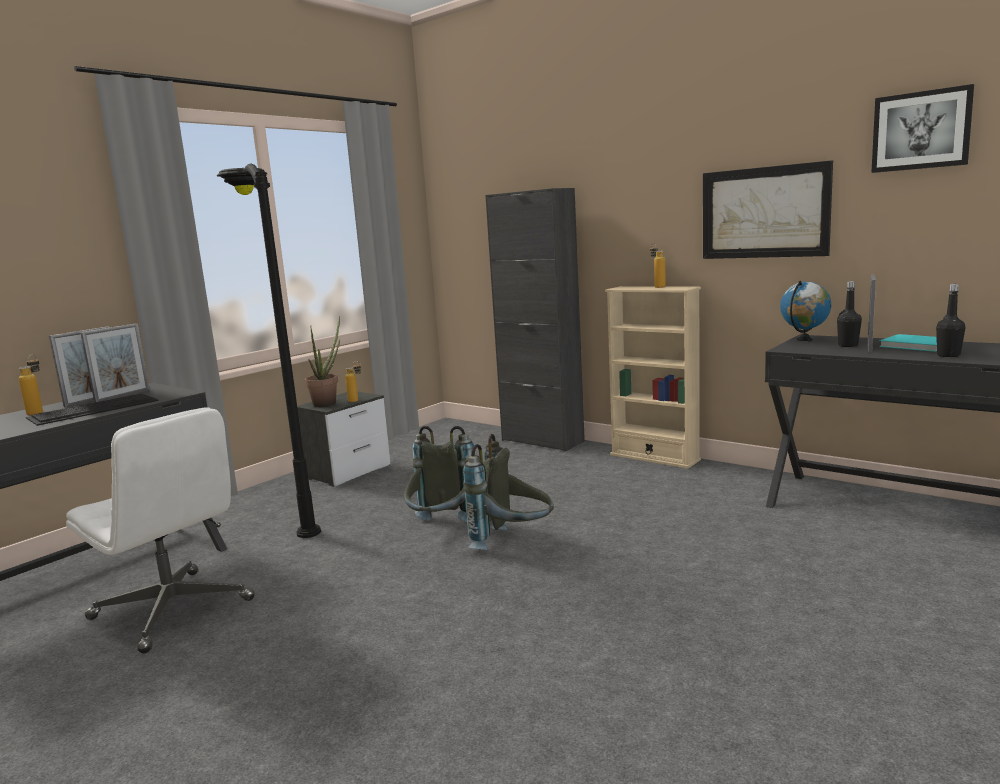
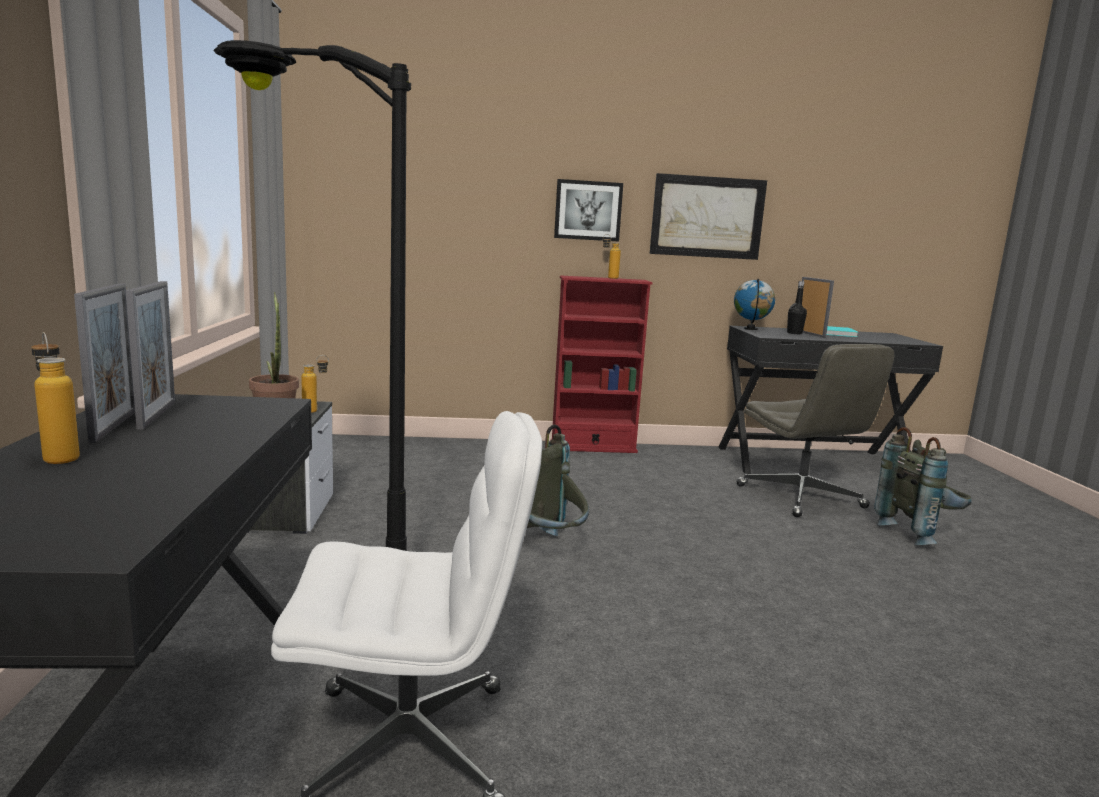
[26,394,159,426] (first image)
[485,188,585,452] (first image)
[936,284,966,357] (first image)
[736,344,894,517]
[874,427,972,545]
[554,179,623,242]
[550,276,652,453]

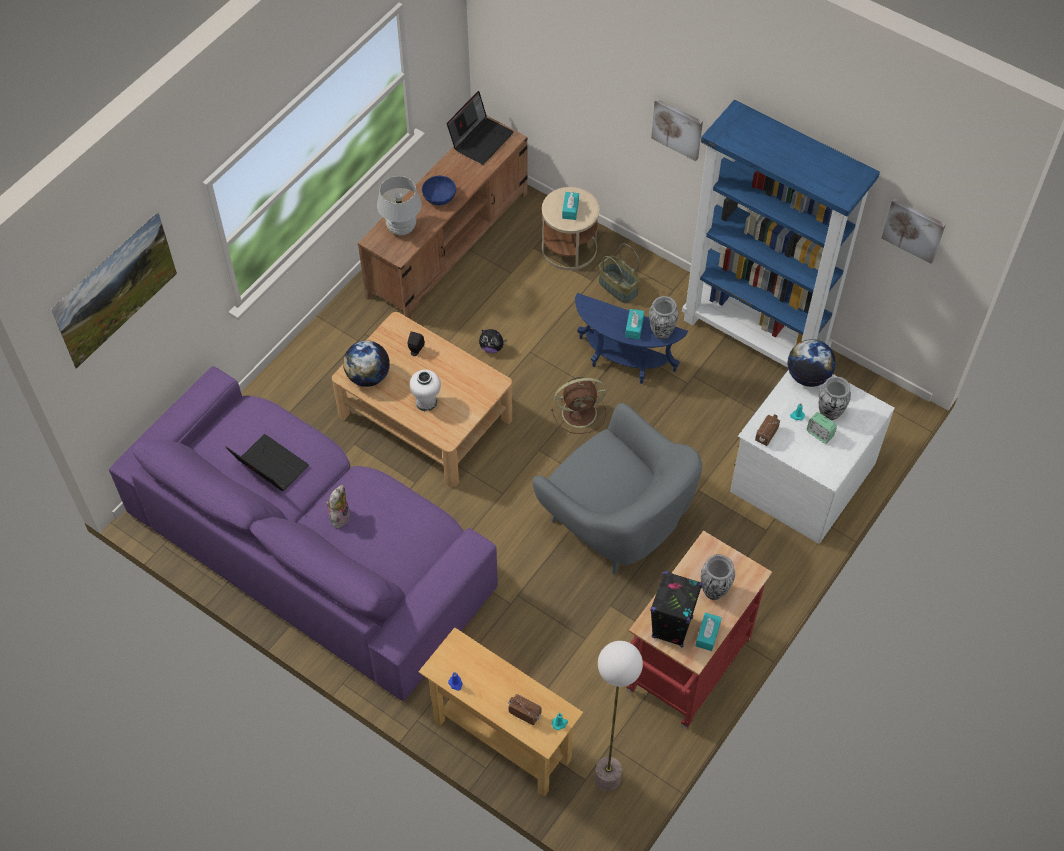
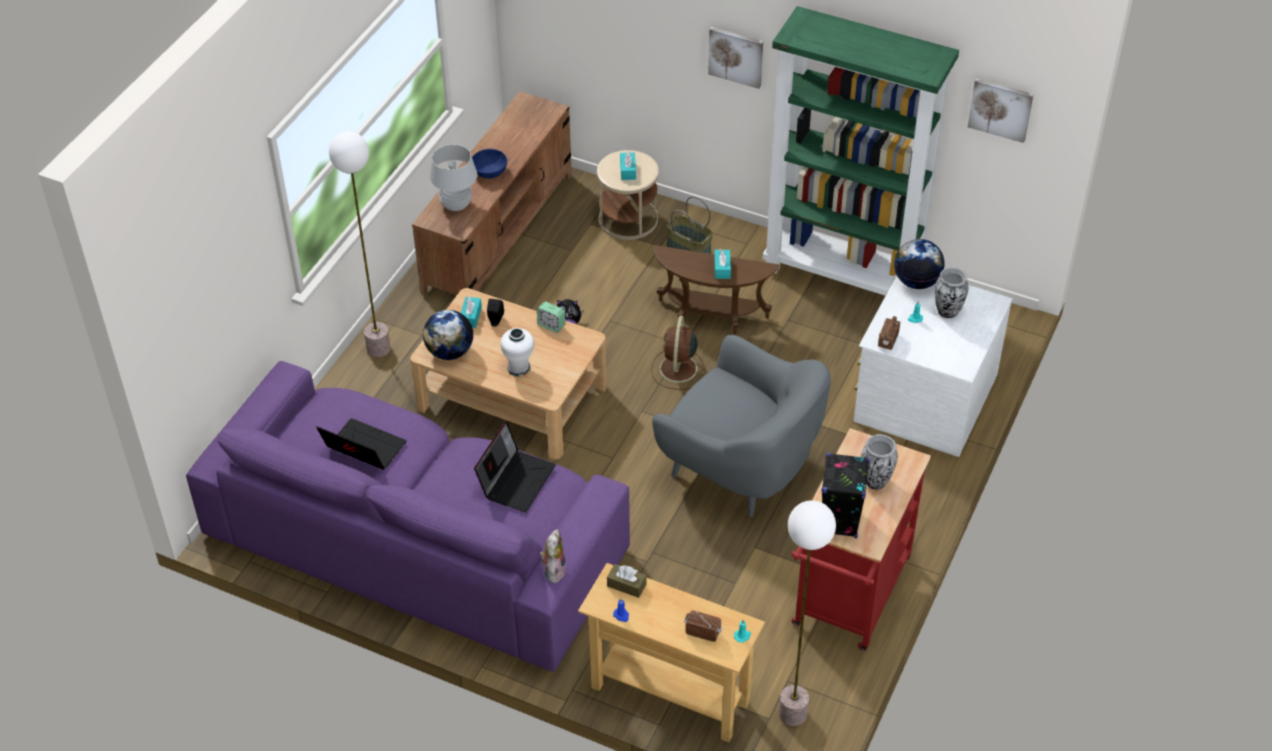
[51,212,177,369] (first image)
[649,296,678,340] (first image)
[329,131,391,357]
[607,564,646,598]
[540,529,566,583]
[474,421,556,512]
[461,297,482,328]
[537,301,565,333]
[653,245,779,334]
[763,6,959,296]
[651,316,706,390]

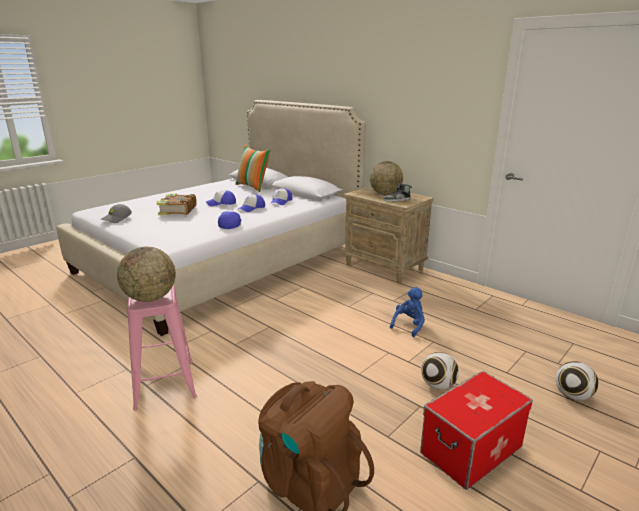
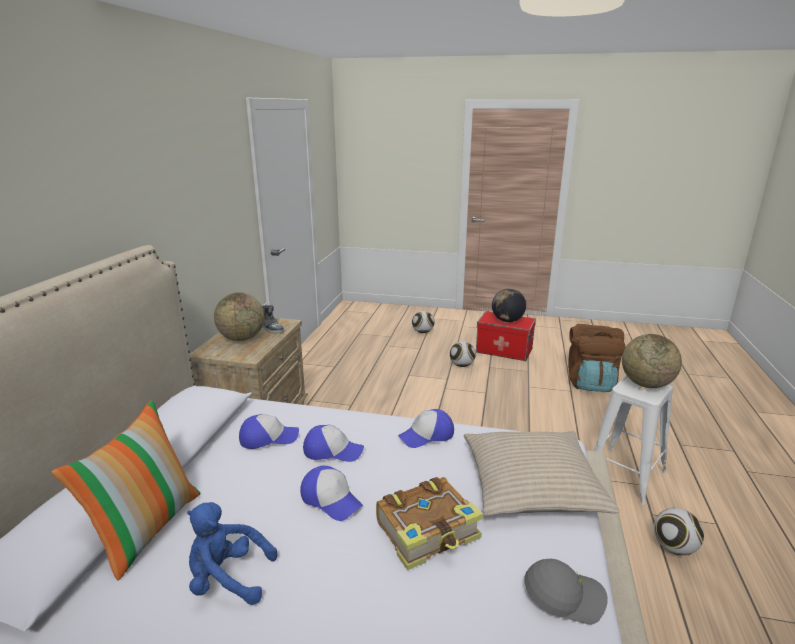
[464,431,620,516]
[492,288,526,322]
[654,508,704,555]
[187,502,278,605]
[594,375,673,505]

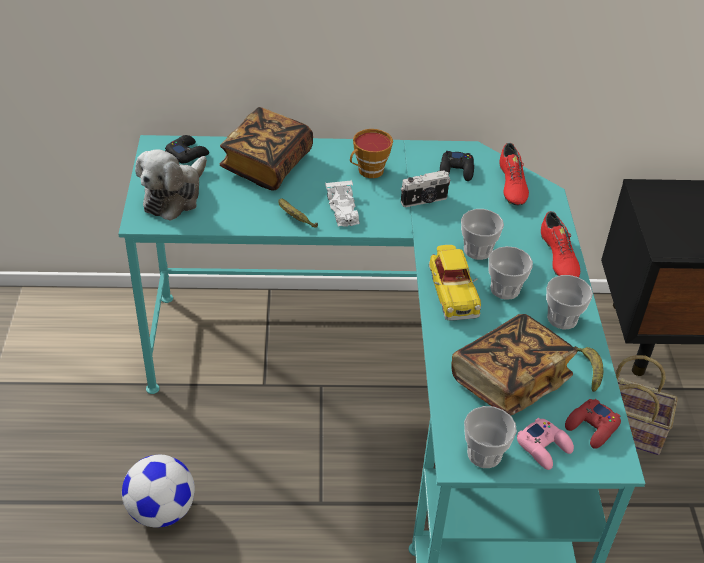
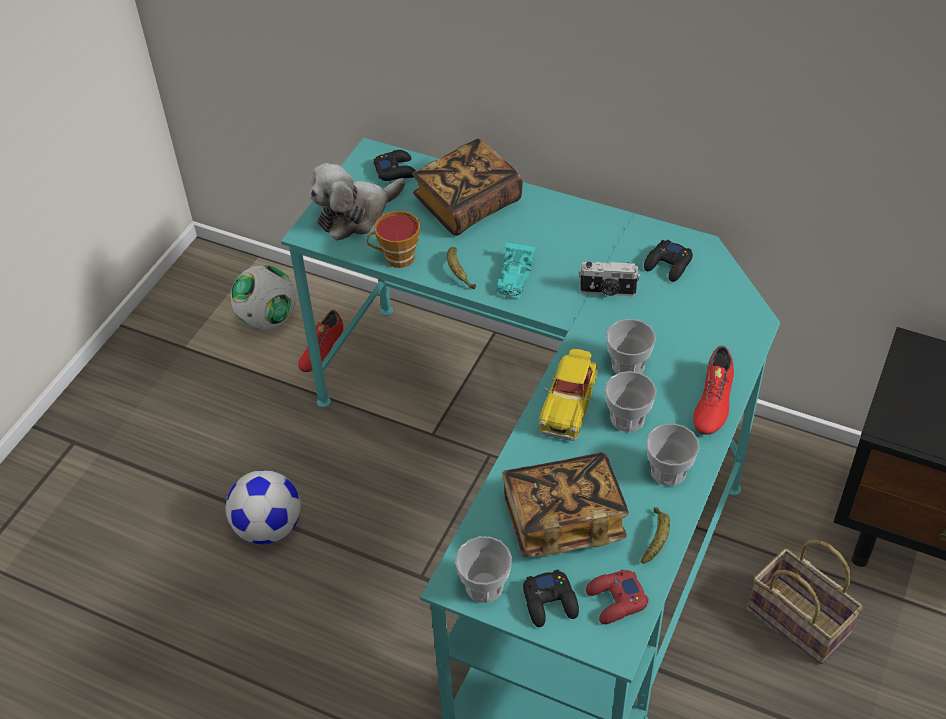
[231,265,296,330]
[367,211,420,268]
[298,310,343,372]
[496,241,536,298]
[523,569,579,627]

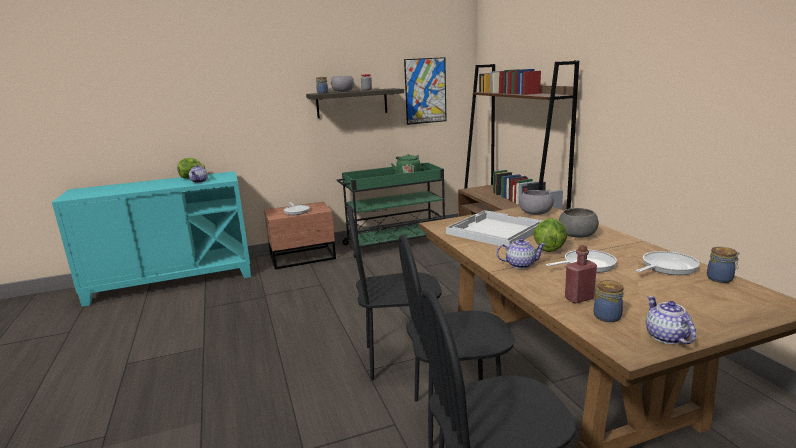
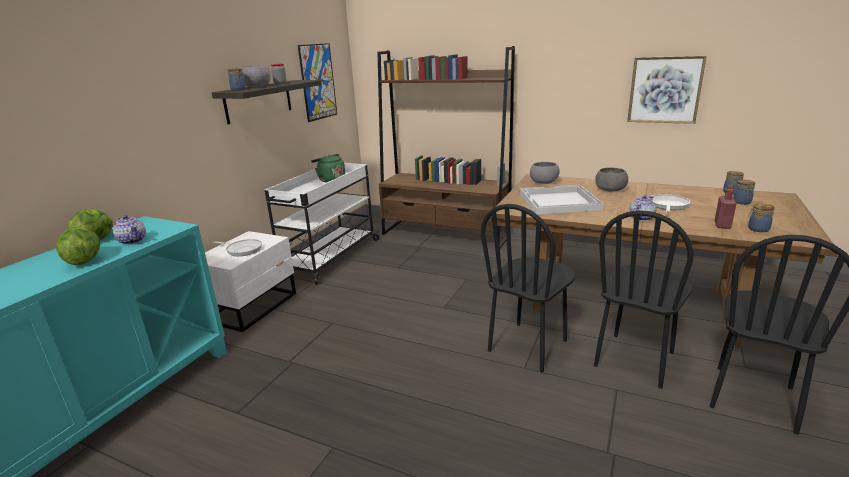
[636,251,700,275] (first image)
[646,296,696,344] (first image)
[627,56,707,124]
[733,180,755,205]
[56,227,100,265]
[205,231,296,332]
[265,163,380,285]

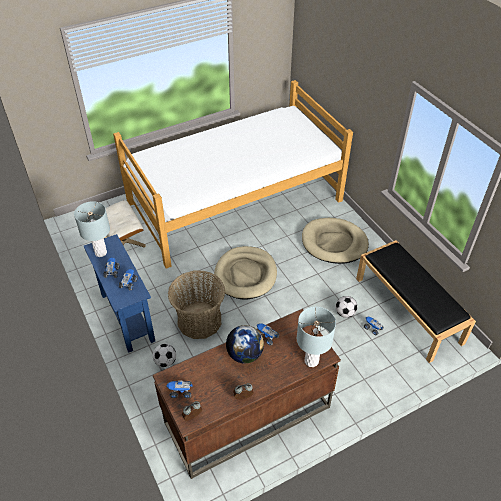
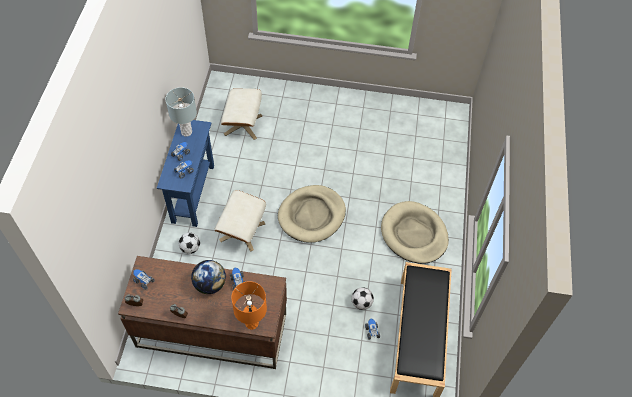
[113,80,353,269] (first image)
[215,190,266,252]
[231,281,267,330]

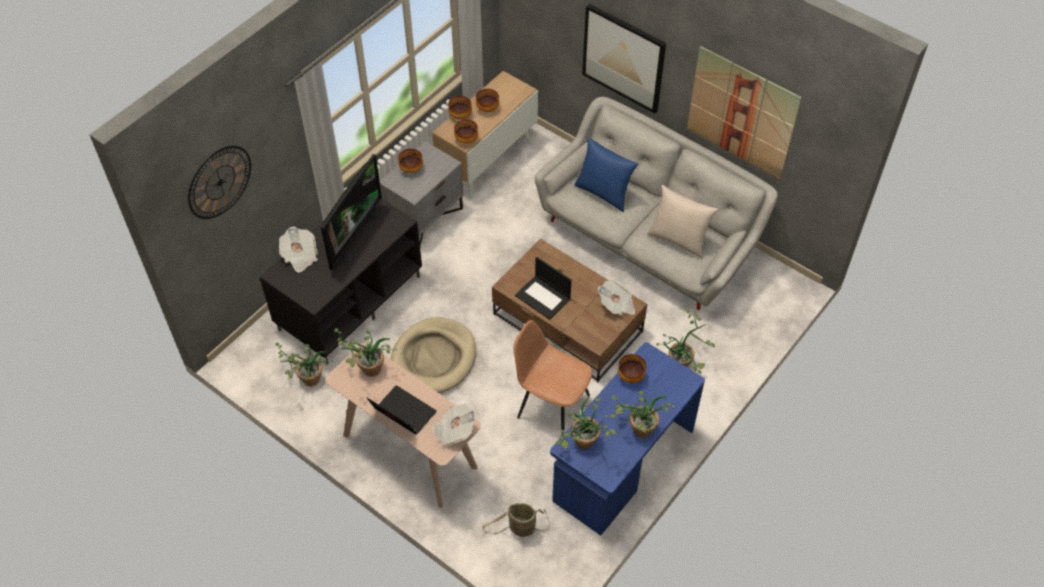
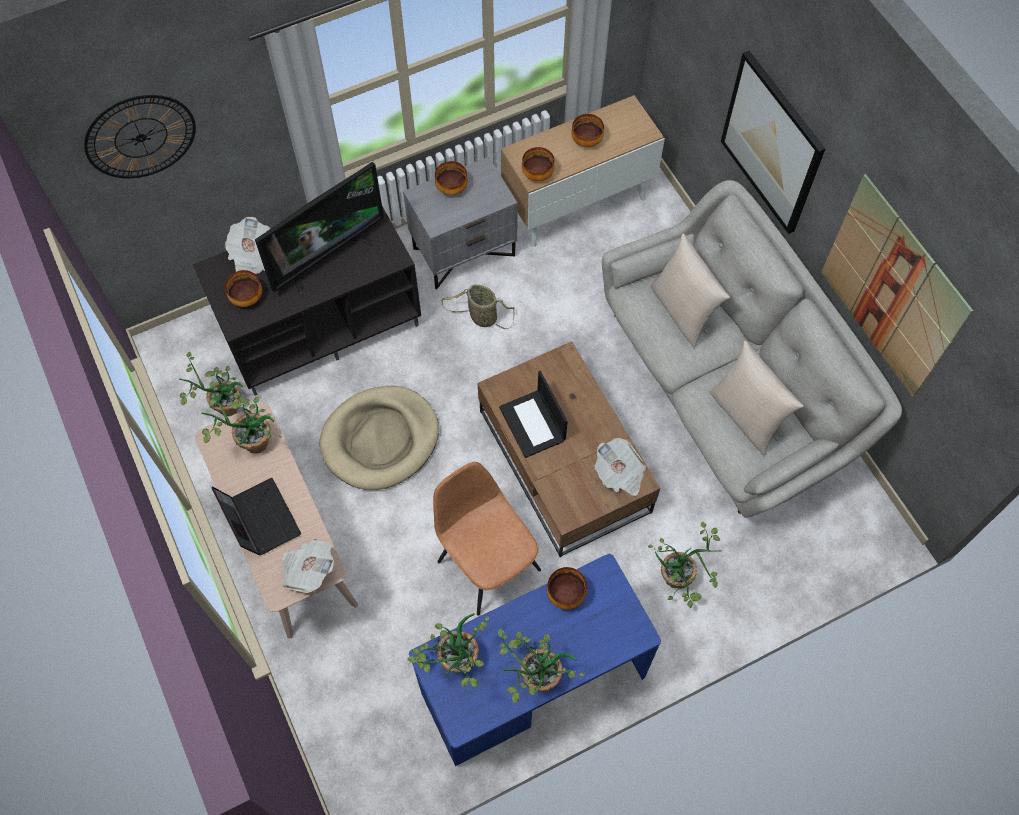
[225,270,262,307]
[442,284,514,329]
[650,233,730,348]

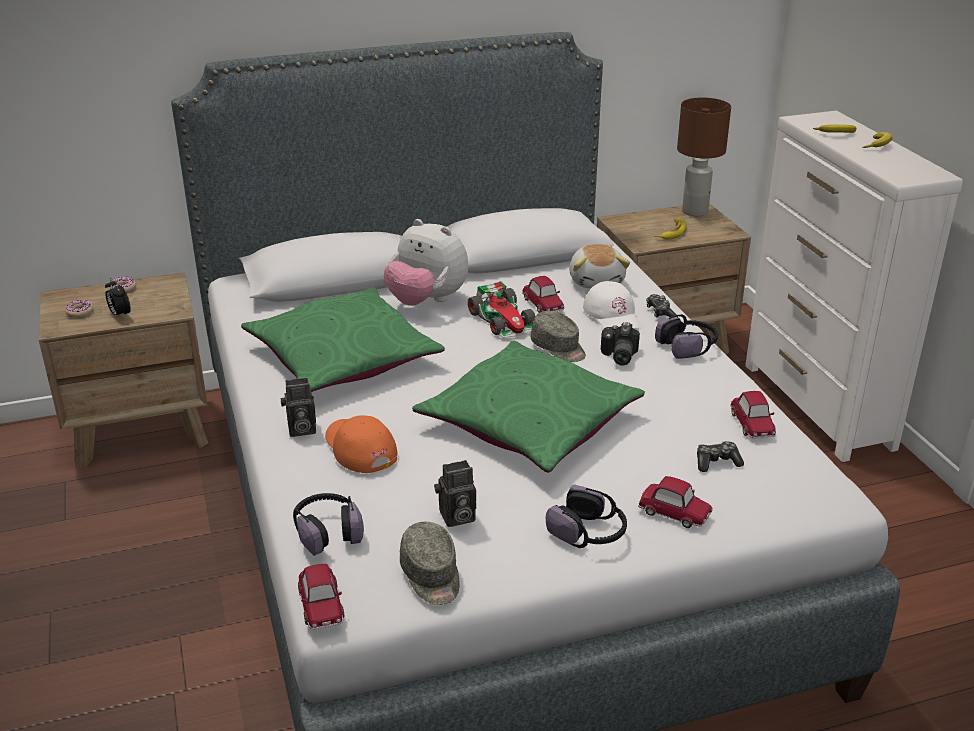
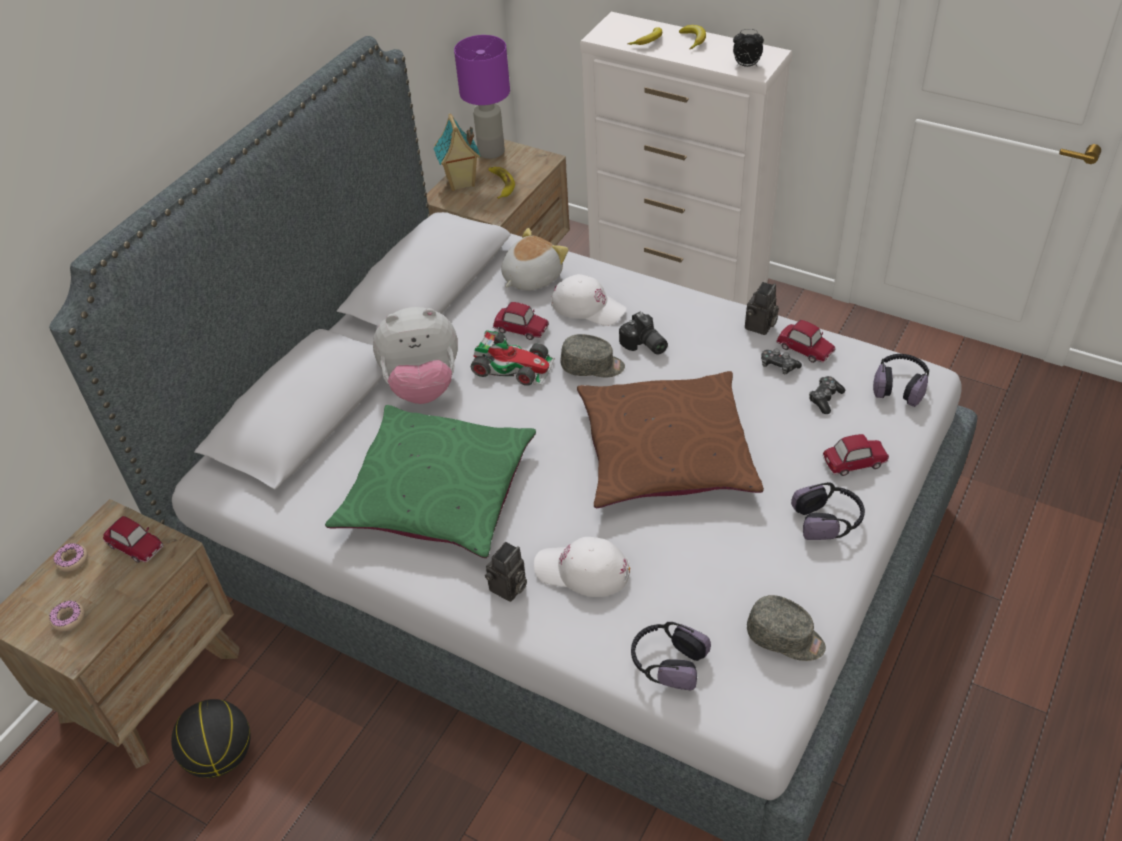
[171,699,250,778]
[433,113,481,191]
[733,29,764,67]
[103,516,164,563]
[745,282,779,335]
[761,349,802,375]
[873,354,929,407]
[534,537,630,597]
[577,371,764,508]
[454,35,510,159]
[501,228,569,291]

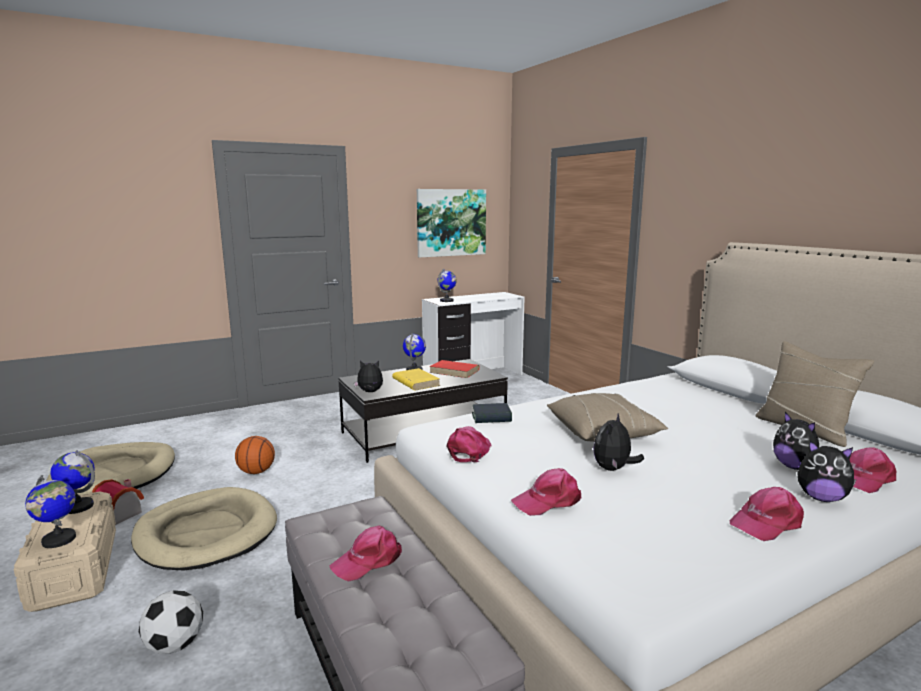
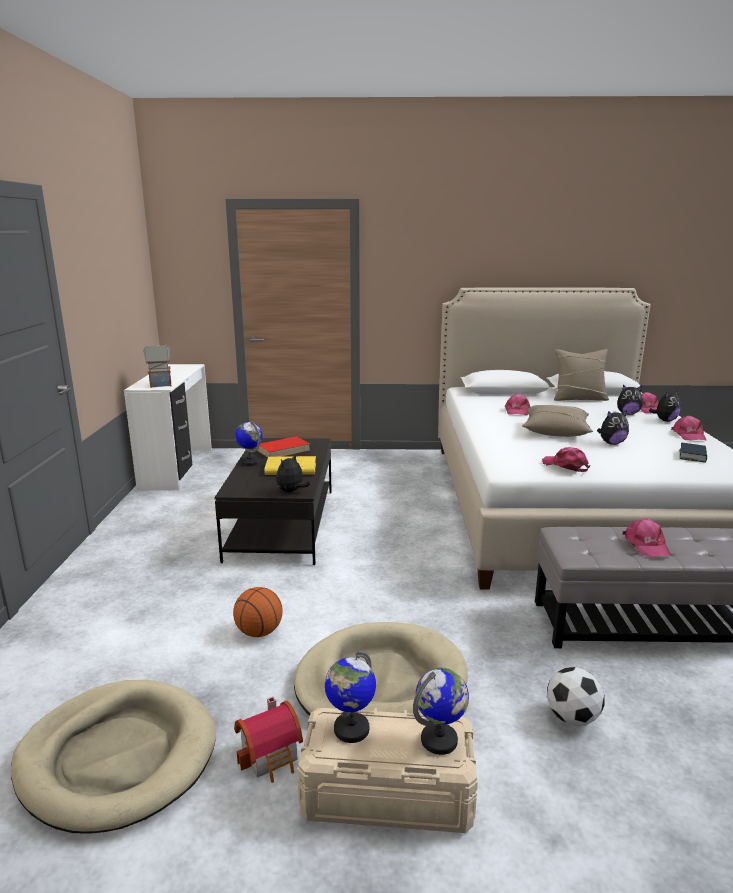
[417,189,486,258] (first image)
[680,442,707,463]
[505,393,530,415]
[143,345,171,388]
[597,410,629,445]

